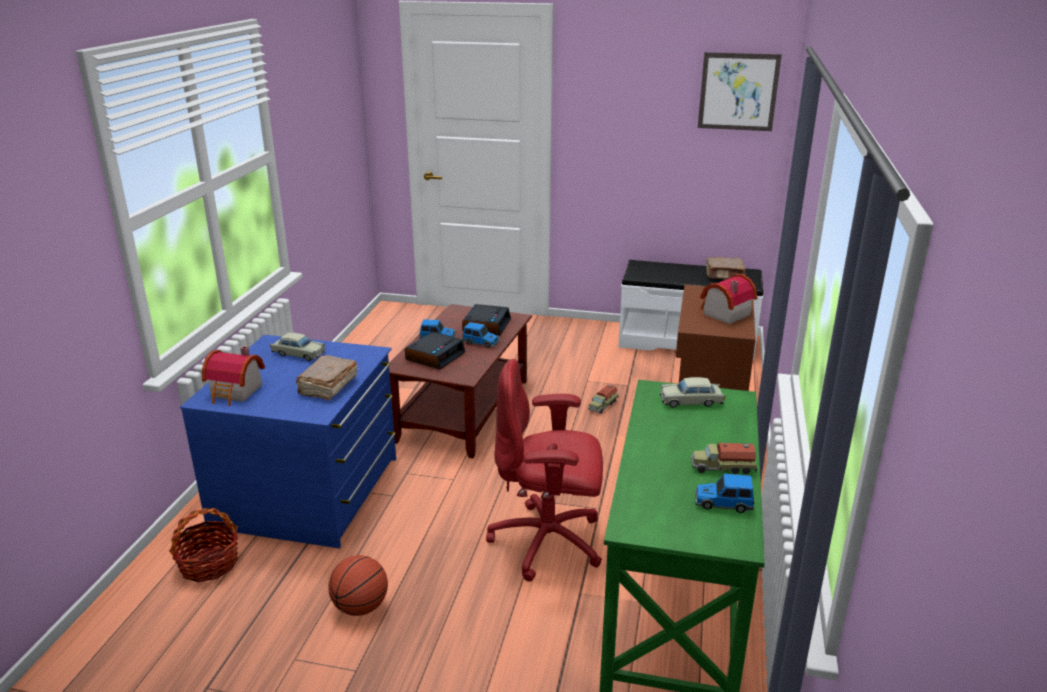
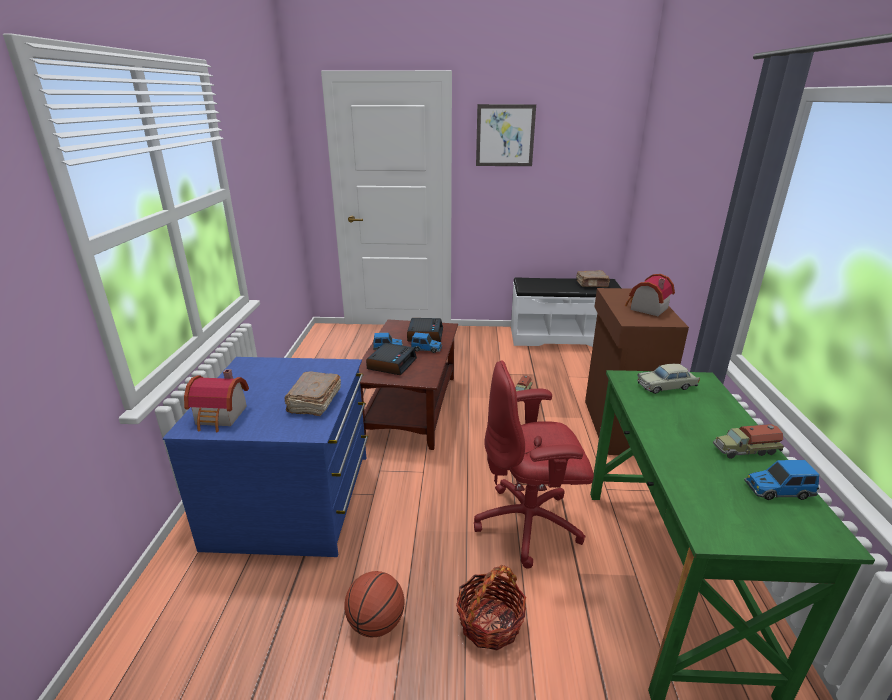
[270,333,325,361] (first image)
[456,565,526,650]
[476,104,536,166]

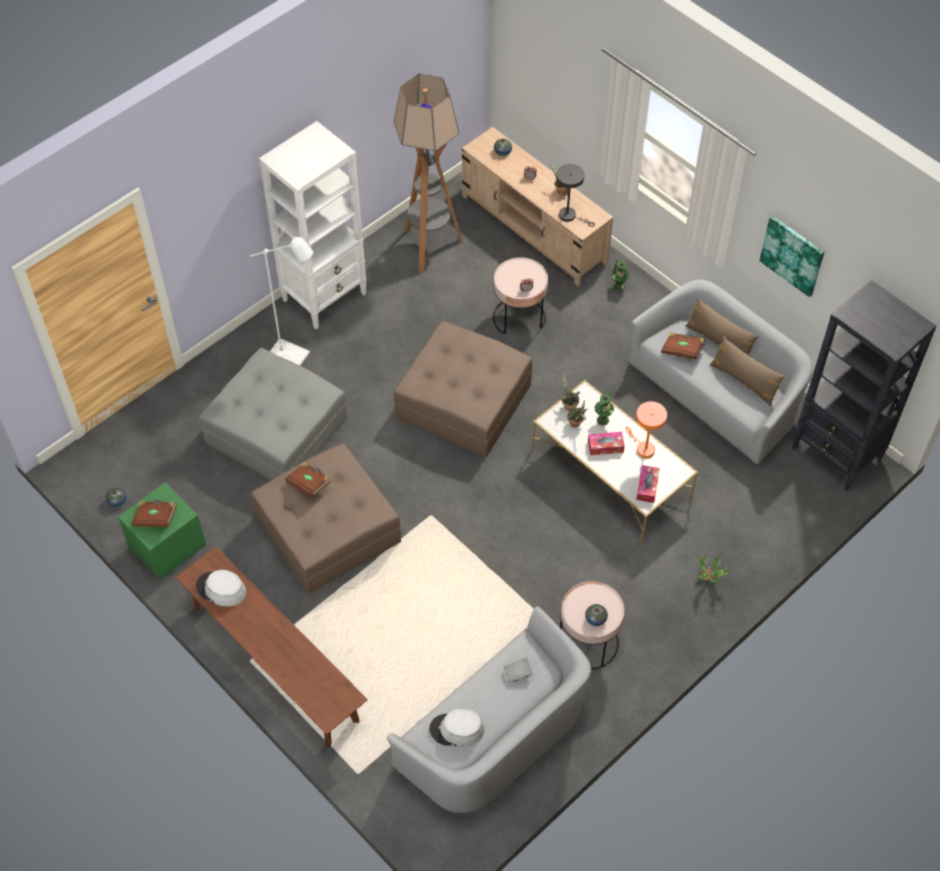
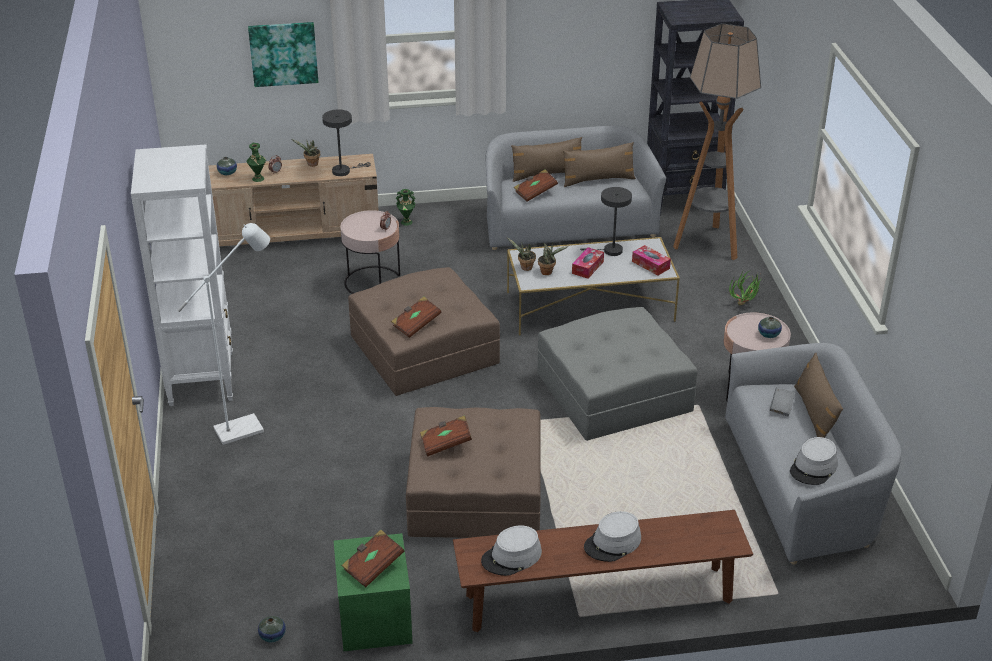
[391,297,442,338]
[584,511,641,562]
[794,352,843,438]
[537,307,697,441]
[673,23,761,260]
[246,143,266,182]
[248,22,318,87]
[580,187,632,256]

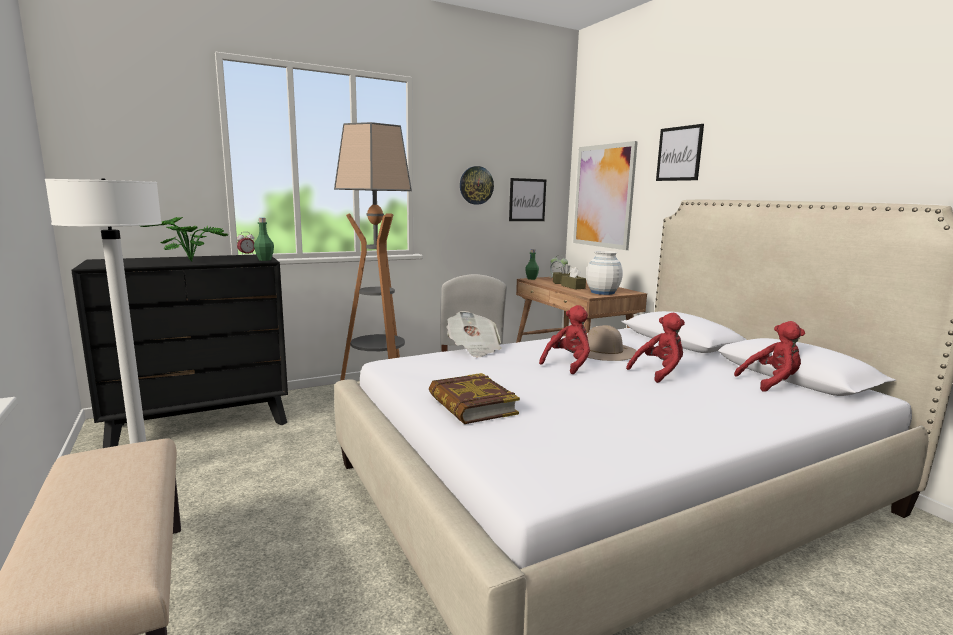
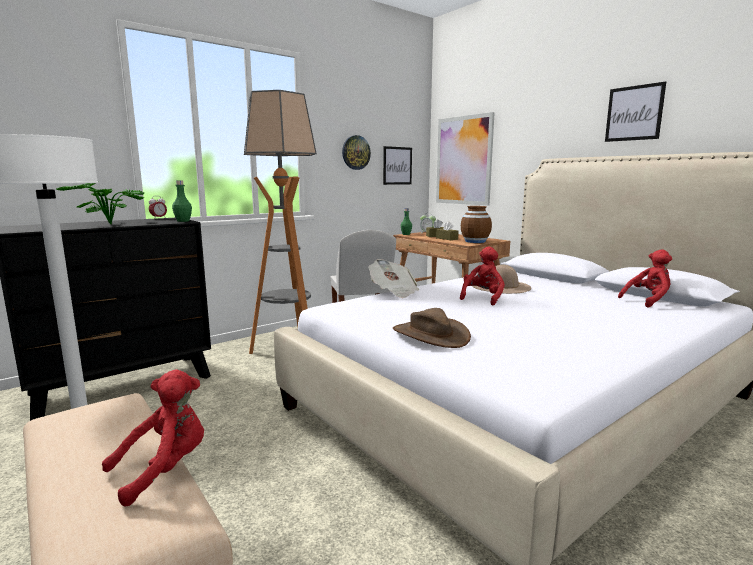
[102,369,204,507]
[605,82,666,142]
[393,308,471,348]
[461,206,492,243]

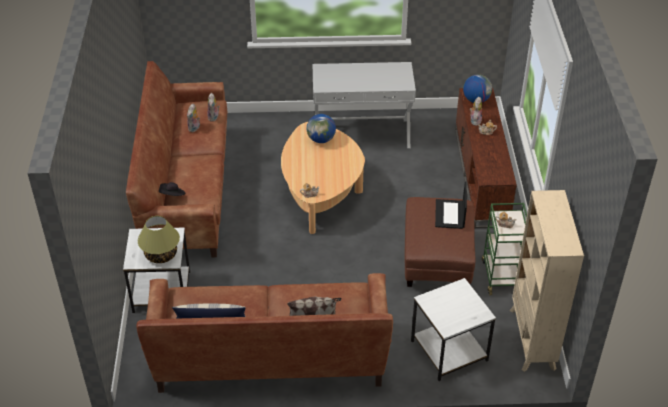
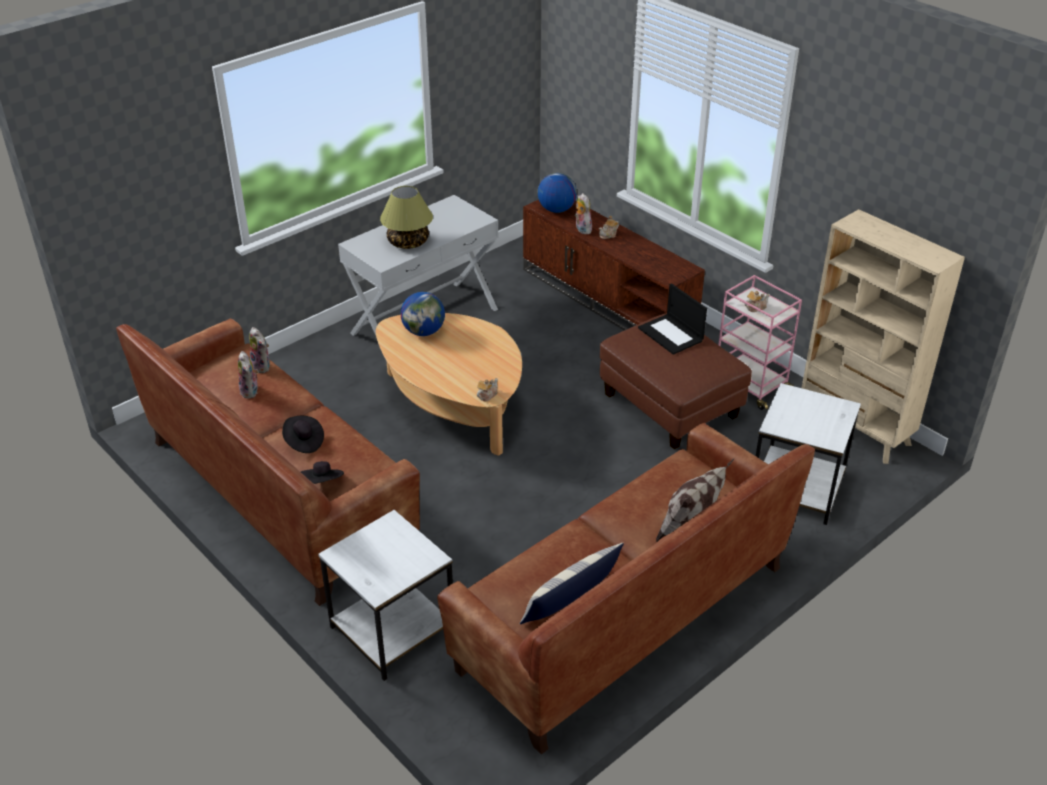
[282,416,324,453]
[380,186,433,249]
[718,275,802,410]

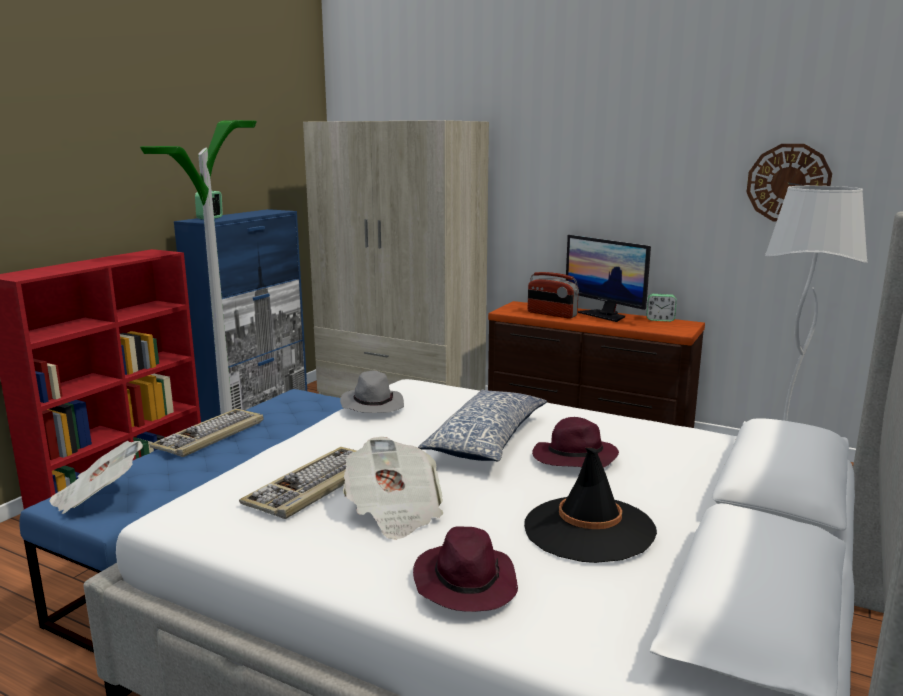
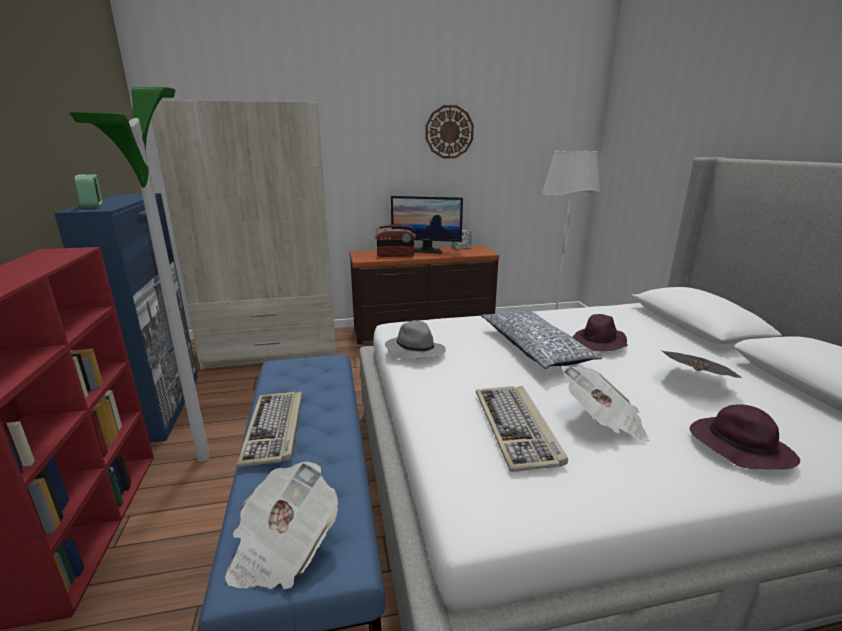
[426,105,474,158]
[660,350,742,378]

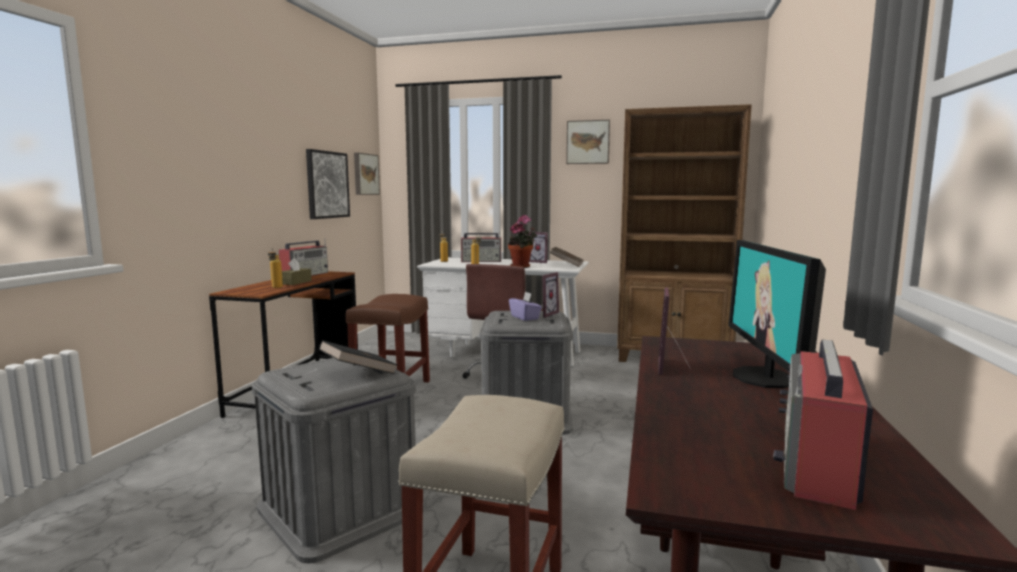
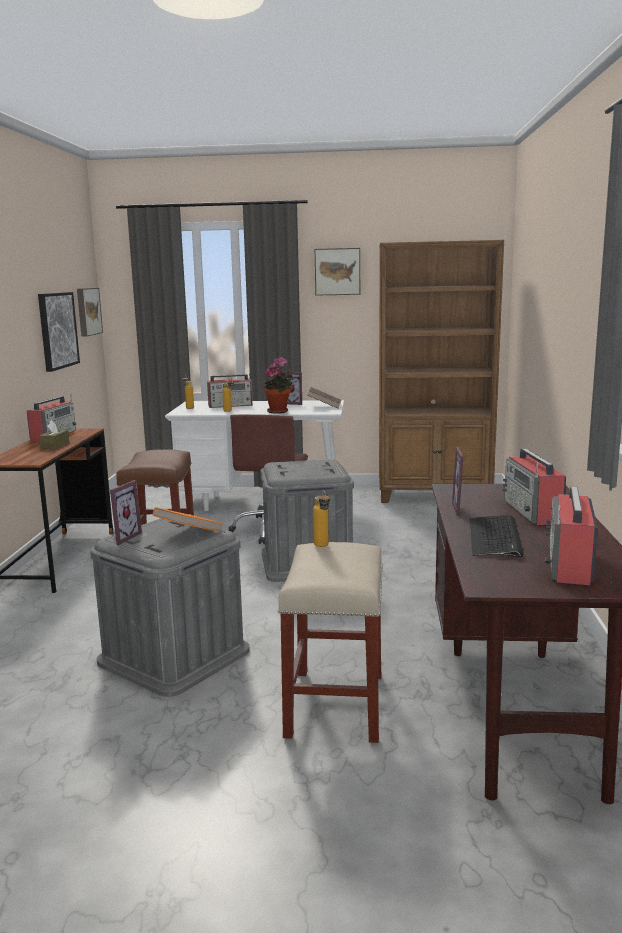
[509,291,542,321] (first image)
[470,515,524,557]
[313,490,330,547]
[110,480,142,545]
[502,448,566,525]
[153,507,224,532]

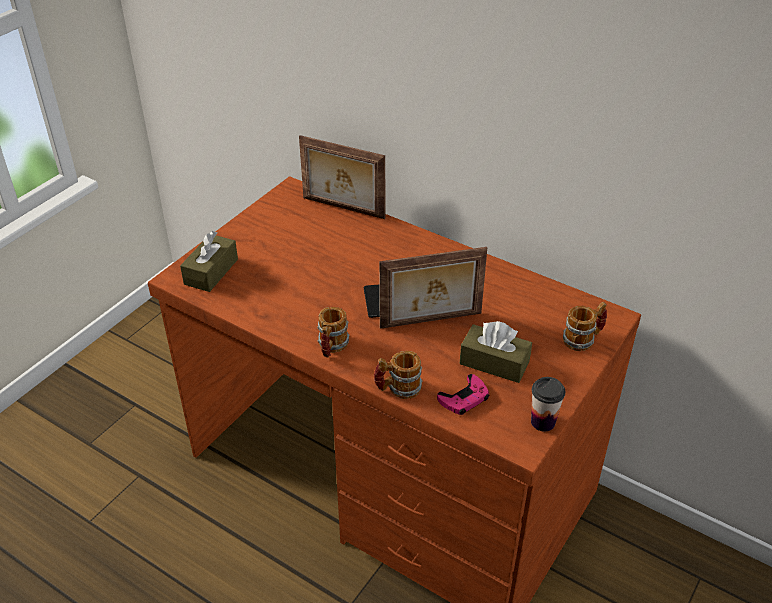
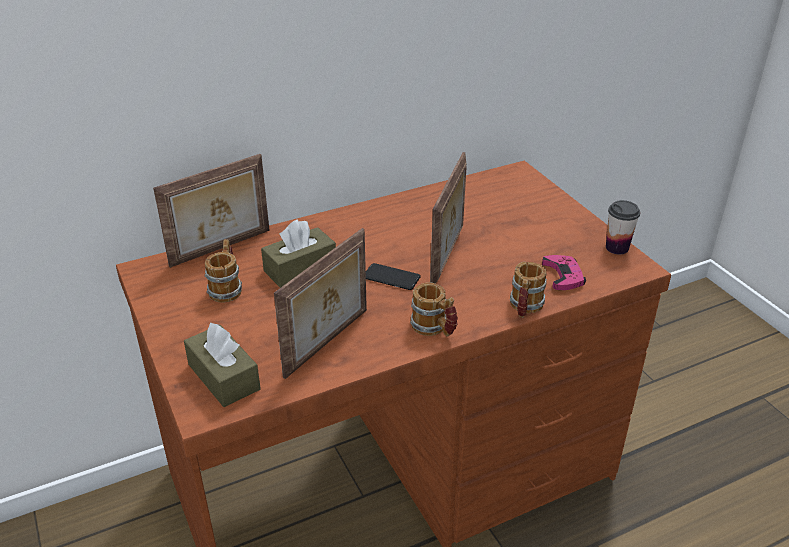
[274,228,367,379]
[261,220,336,288]
[205,239,242,302]

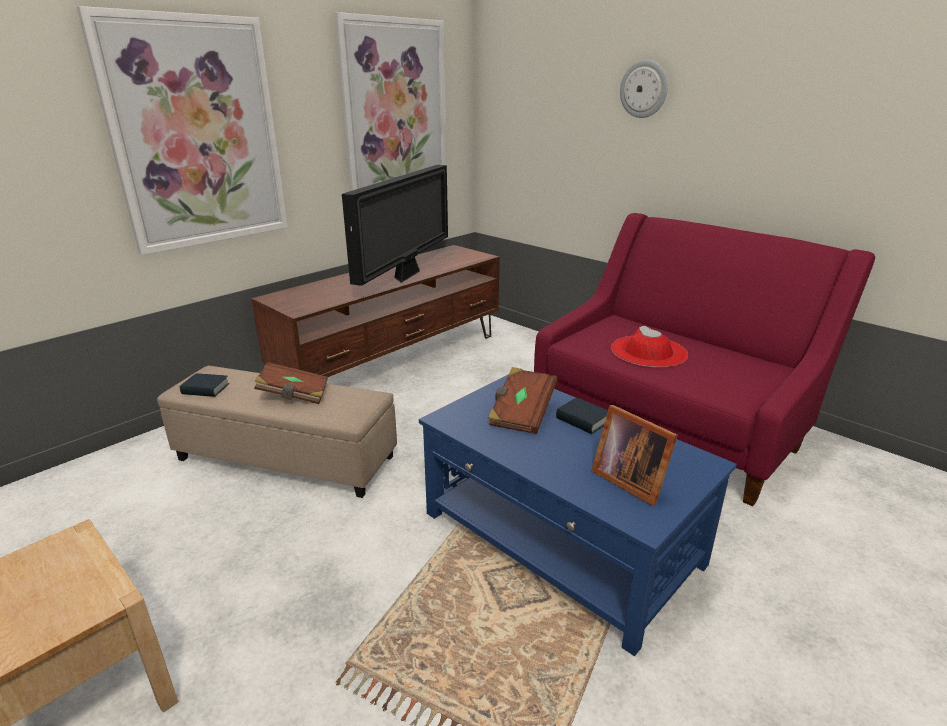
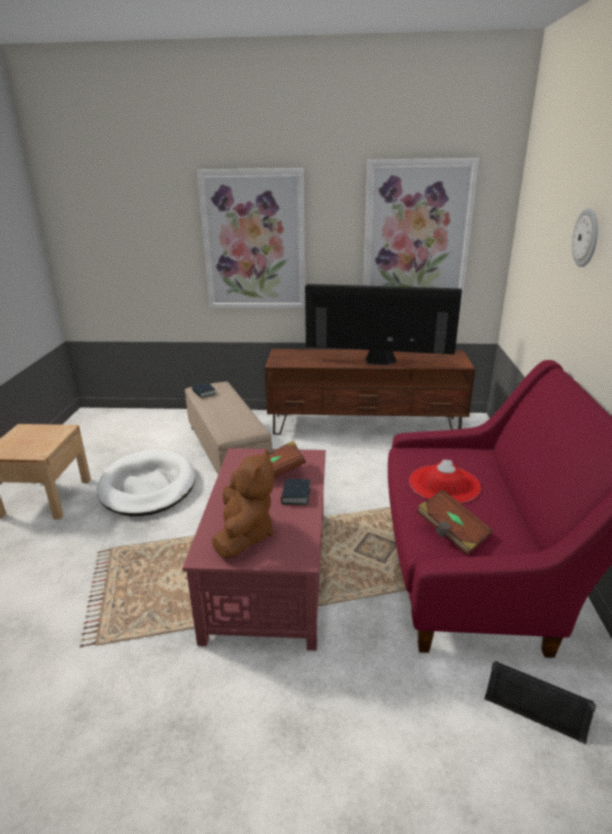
[97,449,195,516]
[484,661,596,744]
[417,490,493,555]
[212,449,274,559]
[182,448,326,651]
[305,284,462,365]

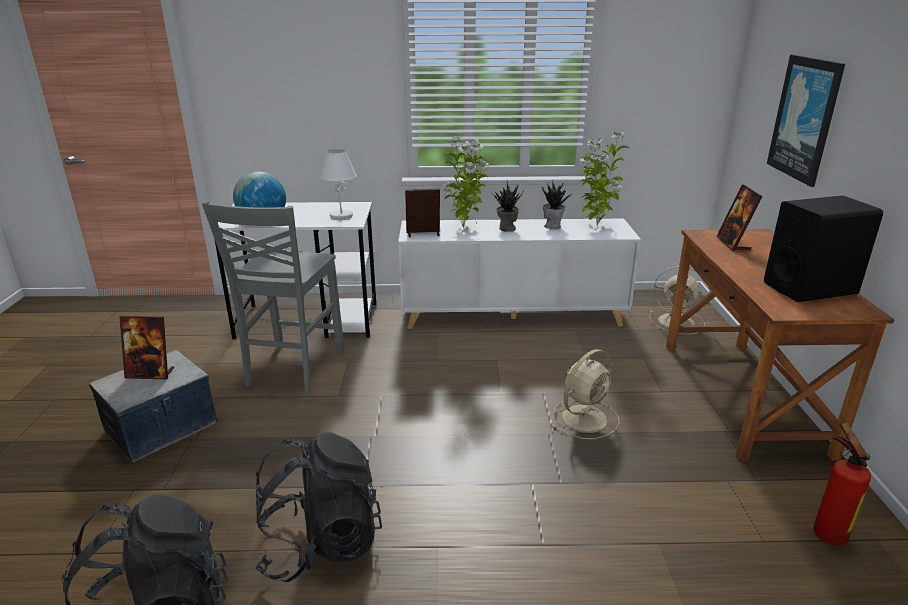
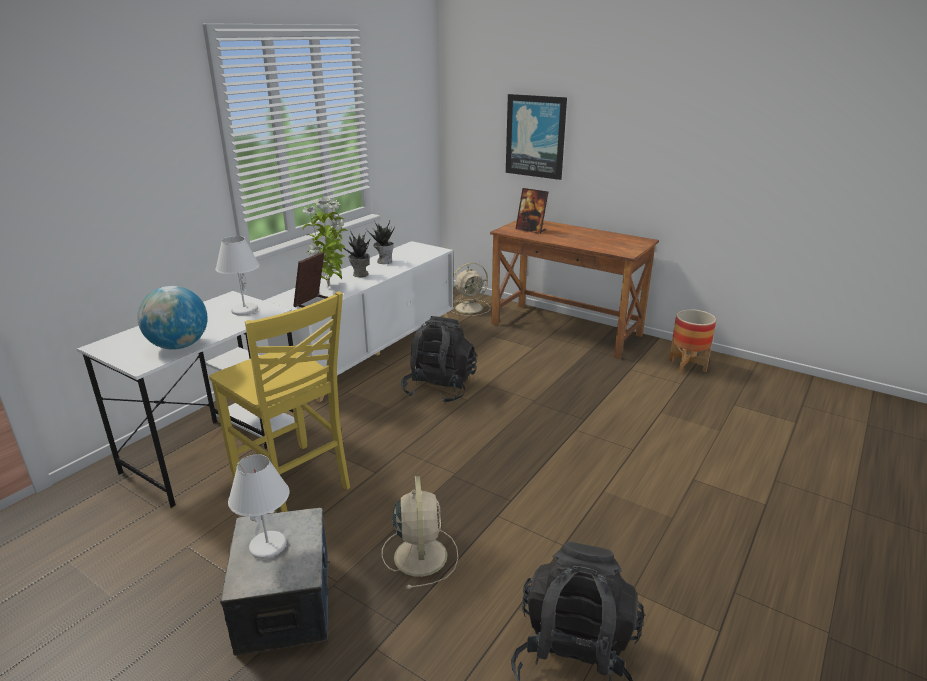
[580,131,629,226] (first image)
[764,195,883,302] (first image)
[401,316,477,404]
[382,476,458,589]
[228,454,289,559]
[669,309,716,373]
[209,292,350,512]

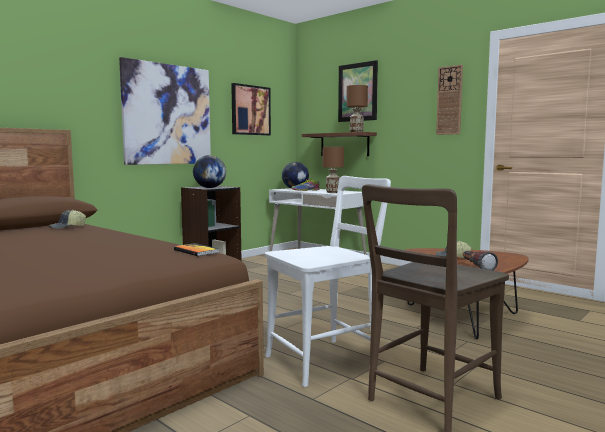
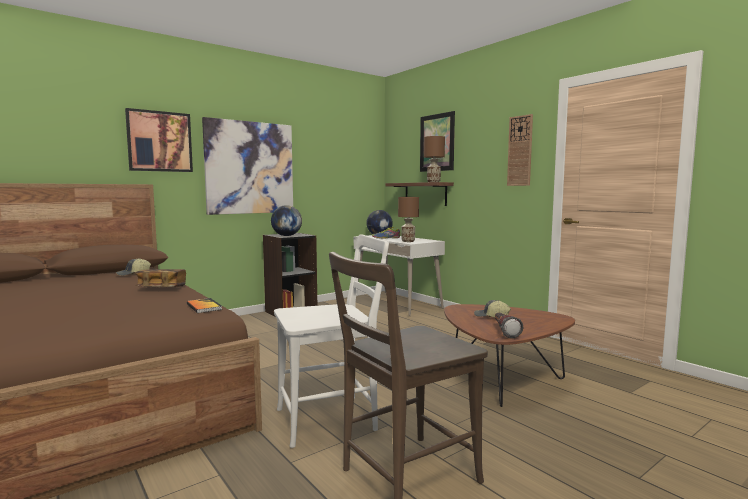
[135,269,186,287]
[125,108,193,172]

